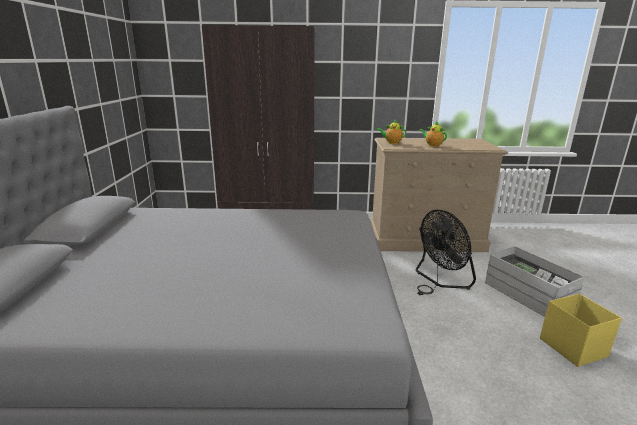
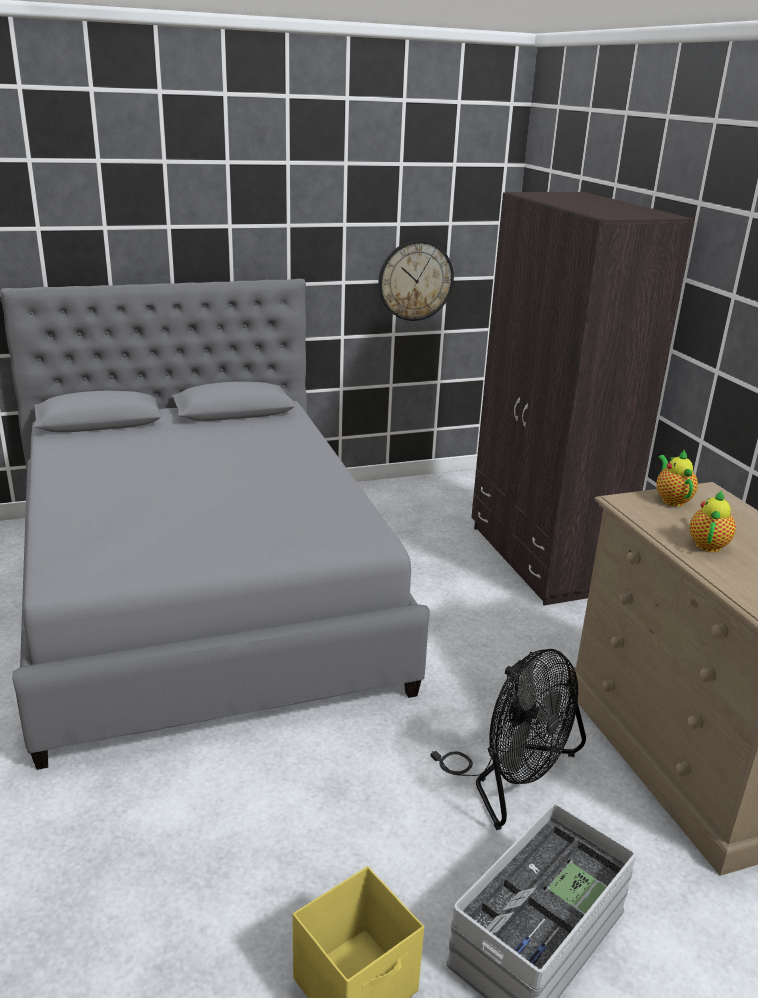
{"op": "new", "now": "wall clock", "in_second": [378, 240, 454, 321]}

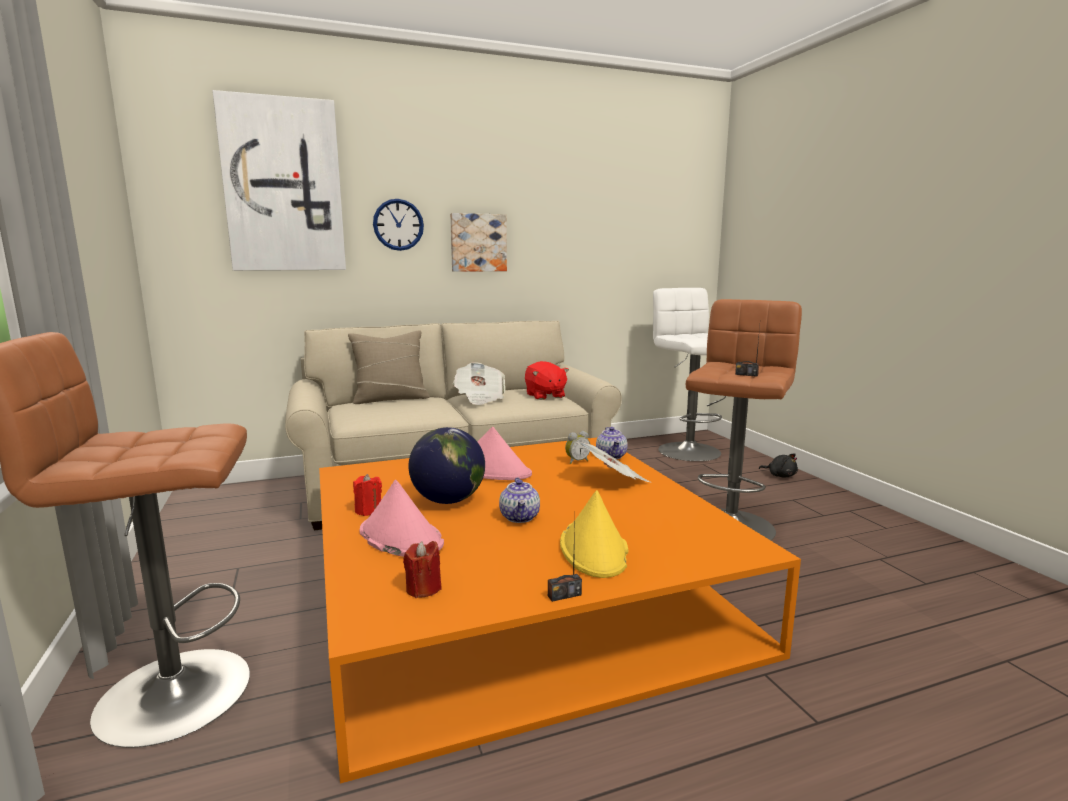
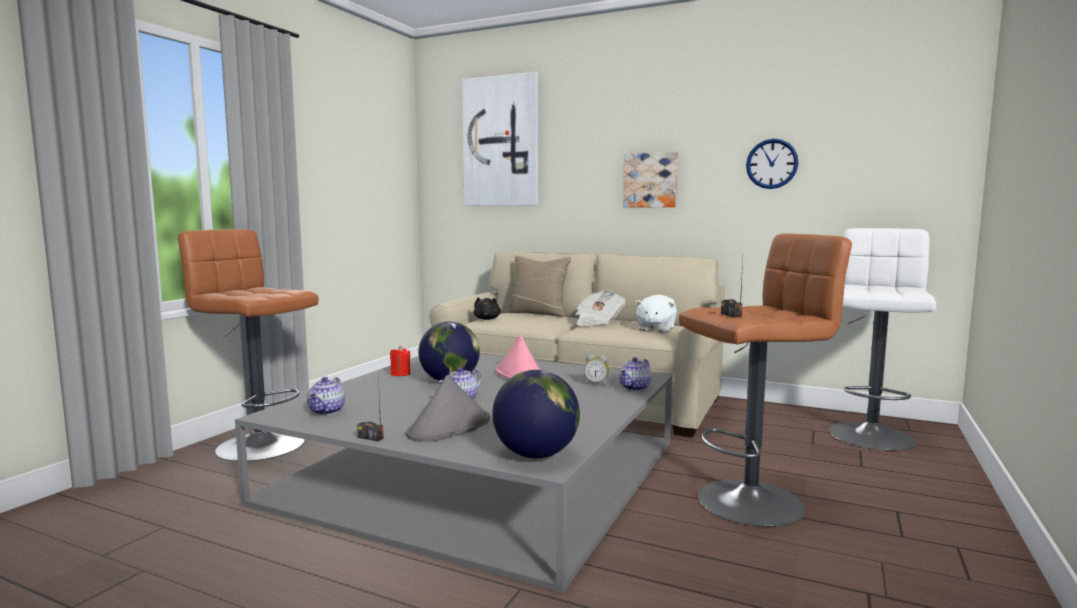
{"op": "repainted", "was": "coffee table in orange", "now": "coffee table in grey", "in_first": [319, 437, 801, 784], "in_second": [235, 354, 672, 593]}
{"op": "gone", "was": "hat in pink", "in_first": [360, 480, 444, 557]}
{"op": "shifted", "was": "wall clock", "in_first": [373, 199, 424, 251], "in_second": [746, 139, 799, 189]}
{"op": "swapped", "was": "candle in red", "now": "teapot", "in_first": [403, 541, 442, 598], "in_second": [307, 377, 345, 415]}
{"op": "repainted", "was": "plush toy in red", "now": "plush toy in white", "in_first": [525, 361, 569, 400], "in_second": [634, 295, 677, 333]}
{"op": "repainted", "was": "hat in yellow", "now": "hat in grey", "in_first": [560, 490, 628, 578], "in_second": [406, 375, 490, 442]}
{"op": "gone", "was": "newspaper", "in_first": [576, 442, 650, 482]}
{"op": "shifted", "was": "plush toy in black", "in_first": [759, 453, 798, 477], "in_second": [474, 297, 501, 320]}
{"op": "new", "now": "globe", "in_second": [492, 370, 580, 458]}

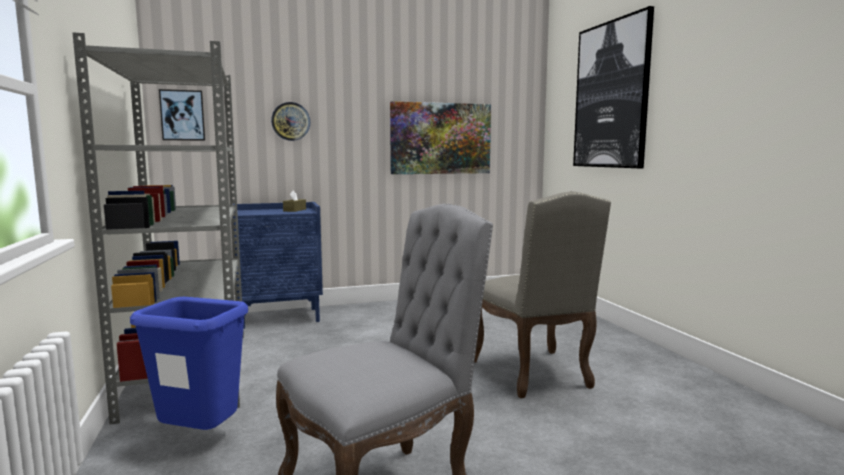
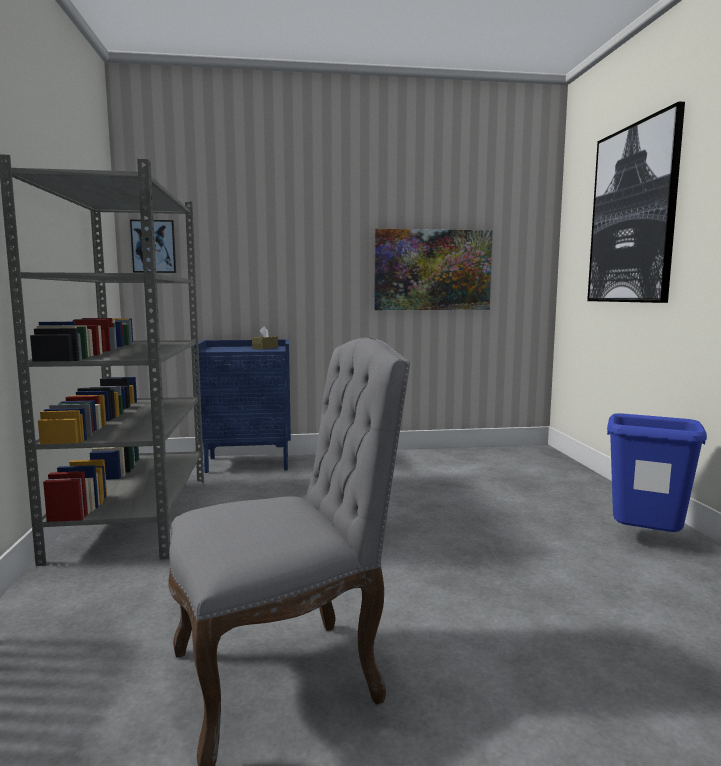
{"op": "shifted", "was": "trash can in blue", "in_first": [130, 297, 248, 430], "in_second": [607, 413, 707, 532]}
{"op": "gone", "was": "wall clock", "in_first": [271, 102, 310, 141]}
{"op": "gone", "was": "chair in grey", "in_first": [474, 191, 611, 398]}

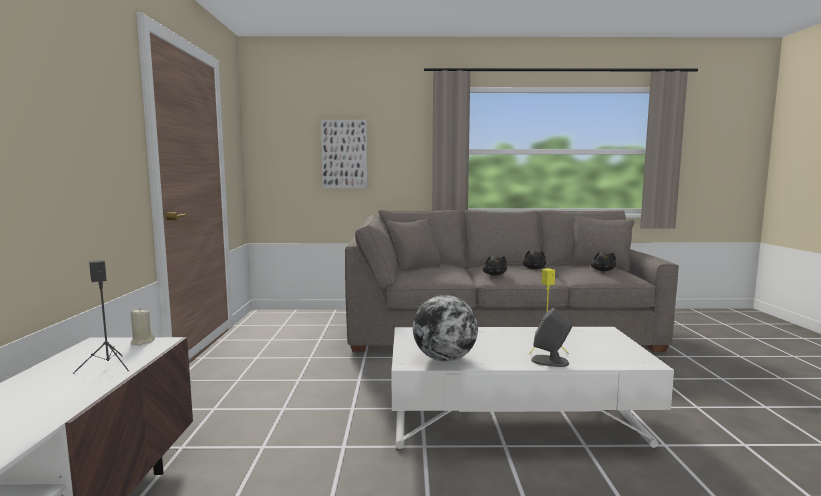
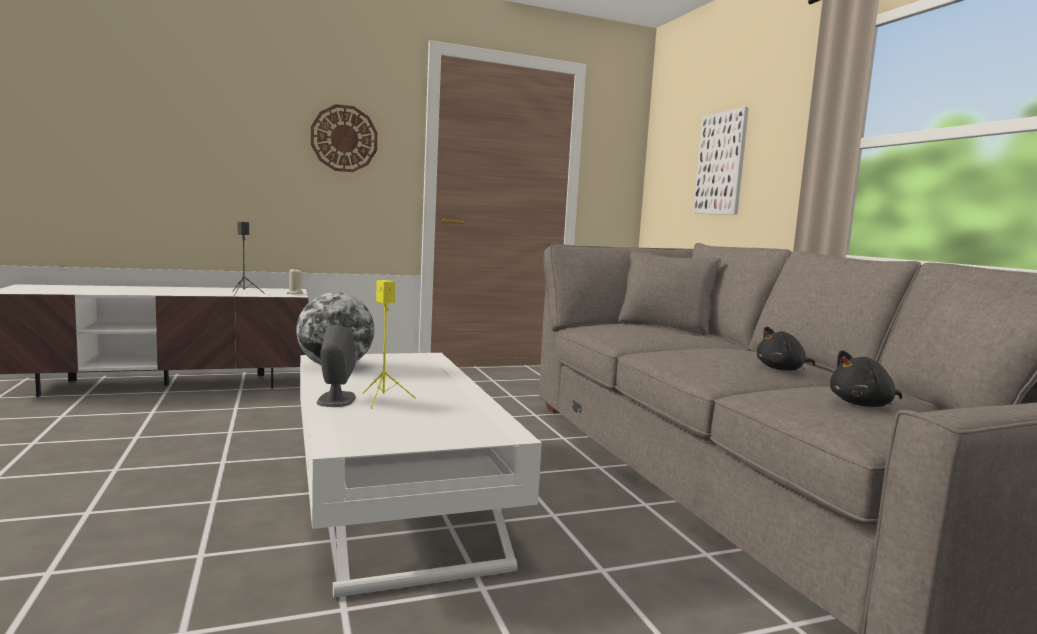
{"op": "gone", "was": "plush toy in black", "in_first": [483, 256, 507, 276]}
{"op": "new", "now": "wall clock", "in_second": [311, 104, 378, 172]}

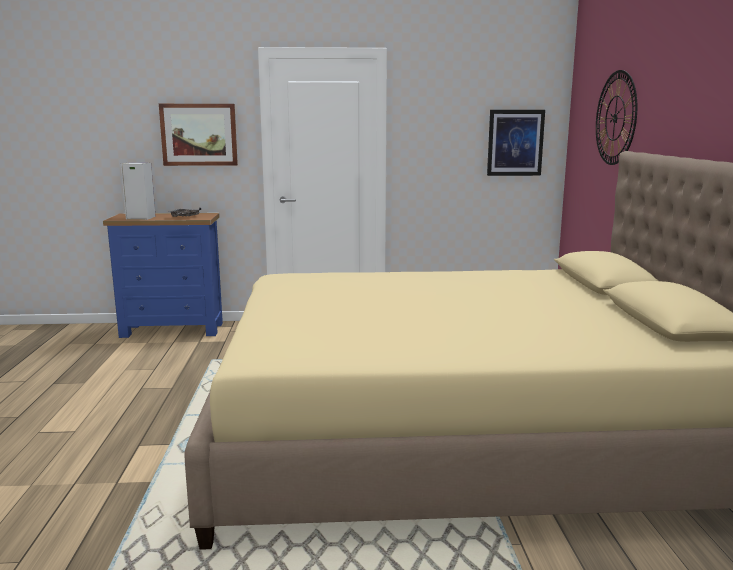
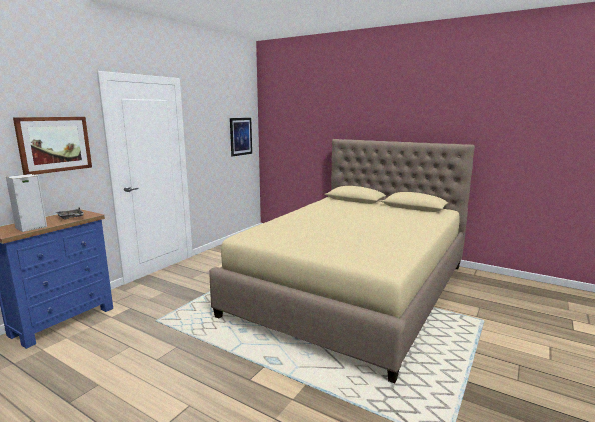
{"op": "gone", "was": "wall clock", "in_first": [596, 70, 637, 165]}

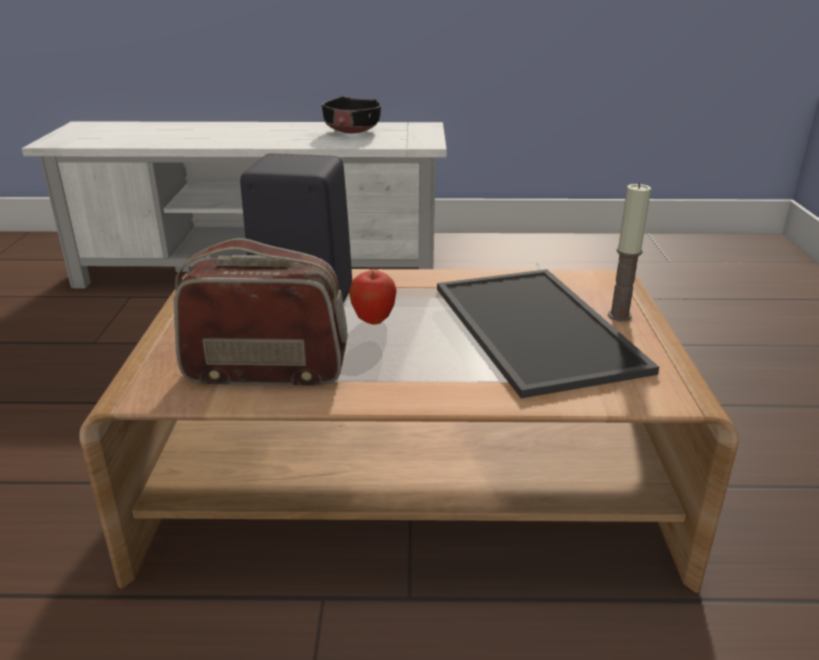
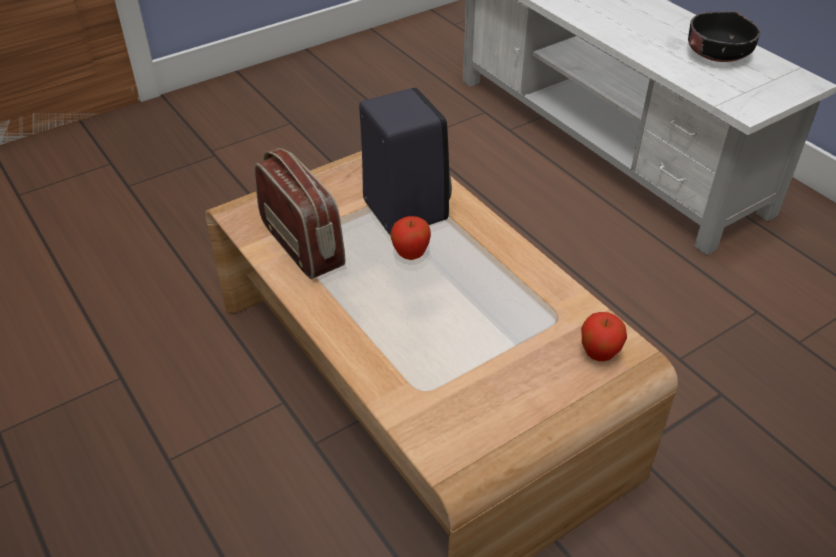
{"op": "gone", "was": "tray", "in_first": [437, 269, 659, 398]}
{"op": "gone", "was": "candle", "in_first": [608, 183, 651, 321]}
{"op": "new", "now": "apple", "in_second": [581, 312, 627, 361]}

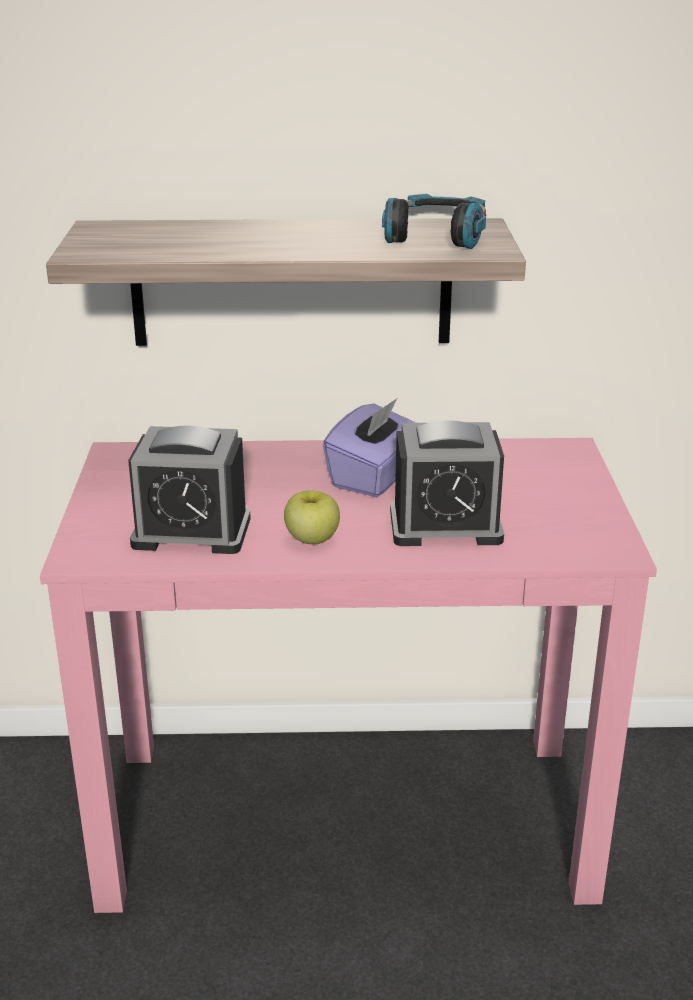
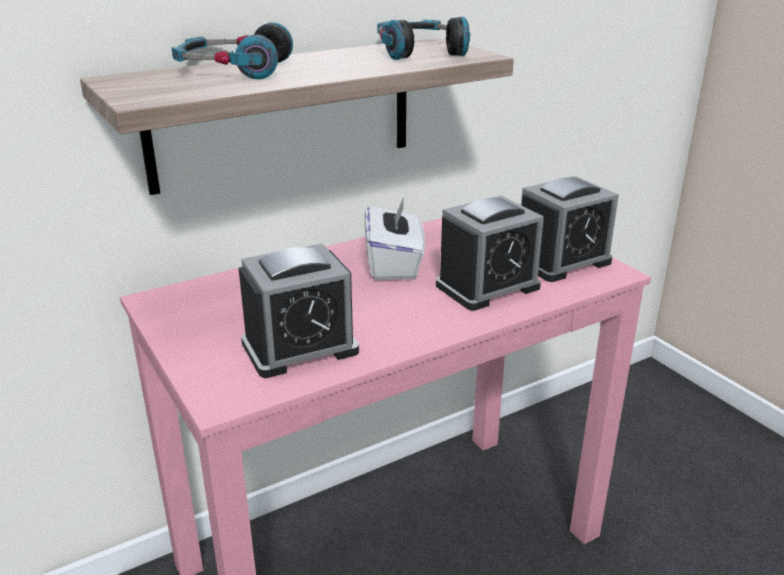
{"op": "gone", "was": "apple", "in_first": [284, 490, 340, 544]}
{"op": "repainted", "was": "tissue box in purple", "now": "tissue box in white", "in_first": [323, 398, 416, 497], "in_second": [365, 196, 425, 280]}
{"op": "new", "now": "headphones", "in_second": [171, 22, 293, 79]}
{"op": "new", "now": "alarm clock", "in_second": [521, 176, 619, 282]}

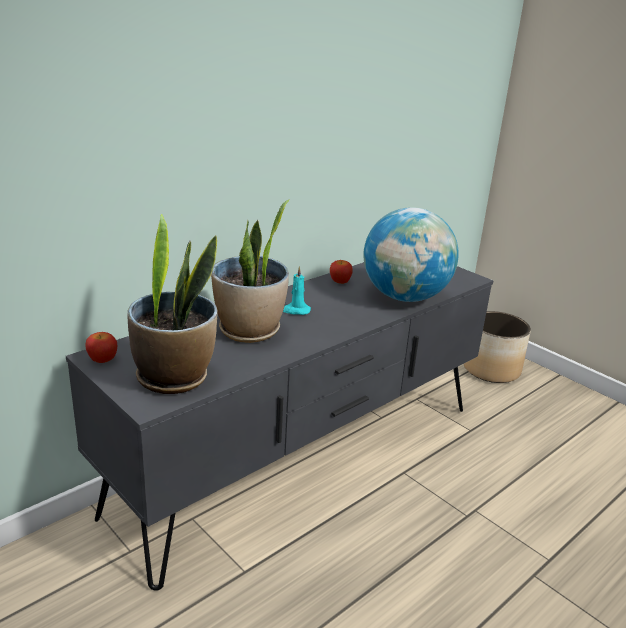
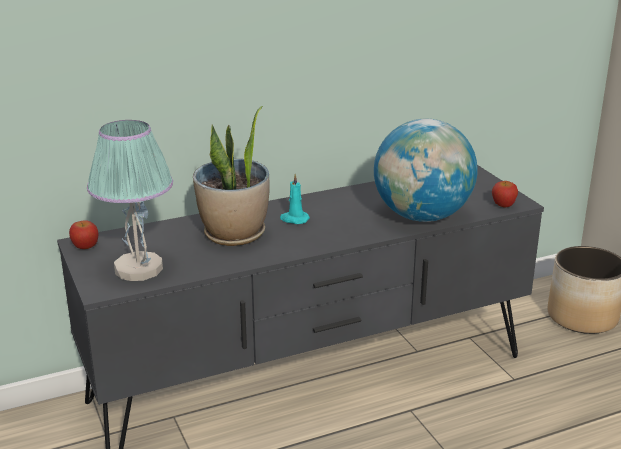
{"op": "swapped", "was": "potted plant", "now": "table lamp", "in_first": [127, 214, 218, 394], "in_second": [87, 120, 173, 281]}
{"op": "shifted", "was": "apple", "in_first": [330, 260, 353, 284], "in_second": [492, 181, 518, 207]}

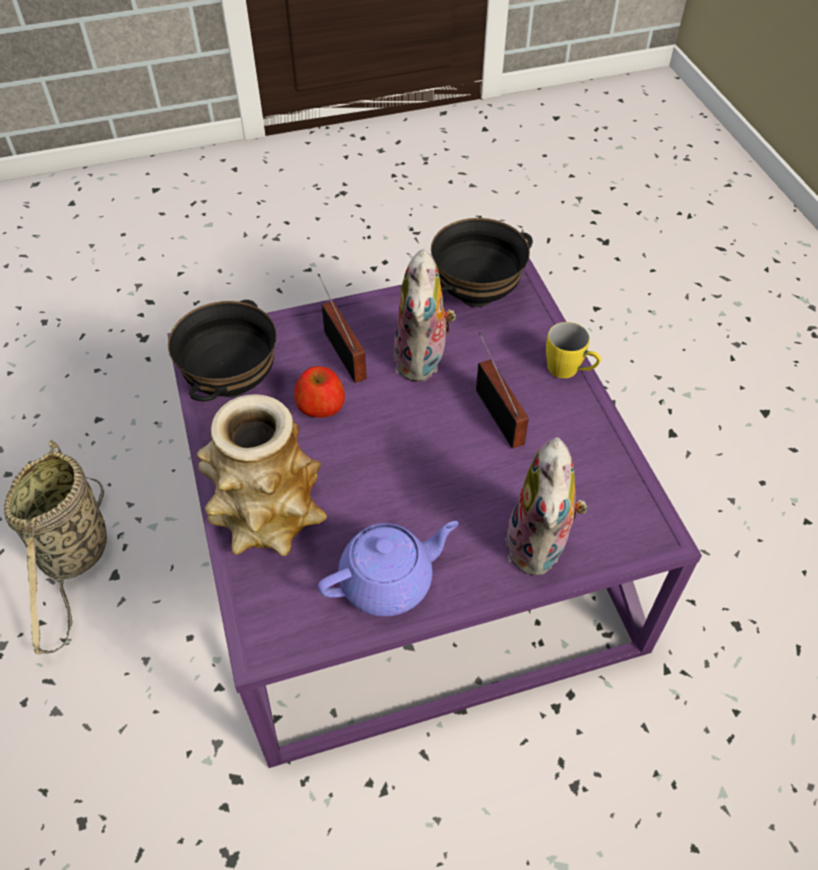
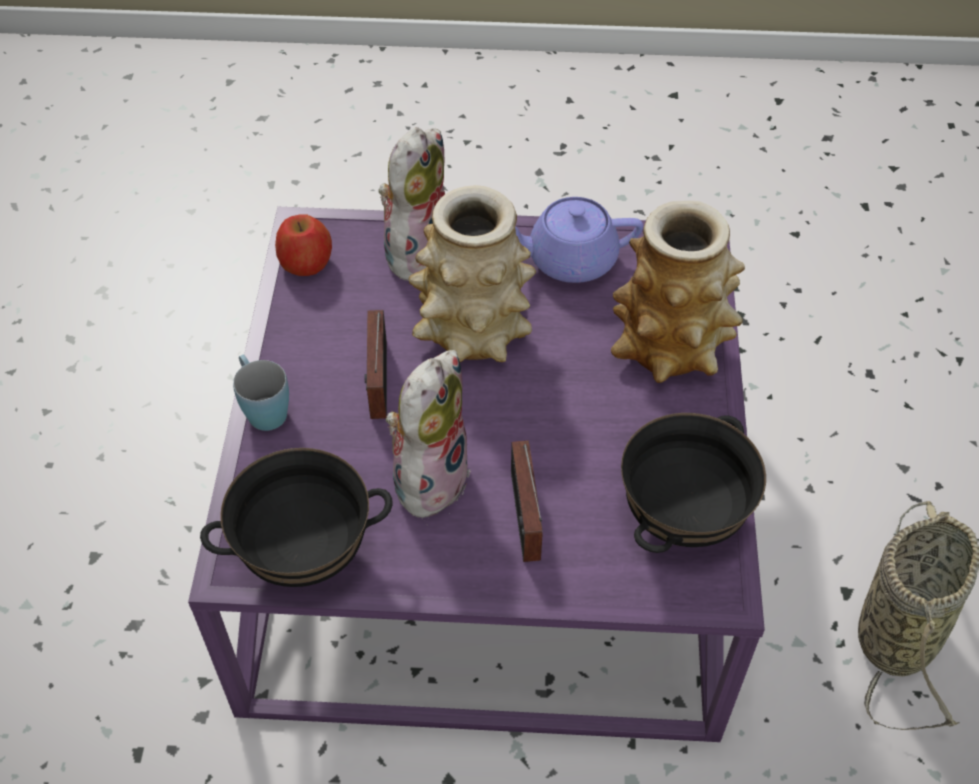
{"op": "shifted", "was": "apple", "in_first": [294, 366, 345, 418], "in_second": [275, 214, 332, 276]}
{"op": "repainted", "was": "mug in yellow", "now": "mug in blue", "in_first": [546, 322, 601, 378], "in_second": [233, 354, 289, 431]}
{"op": "new", "now": "vase", "in_second": [409, 185, 536, 362]}

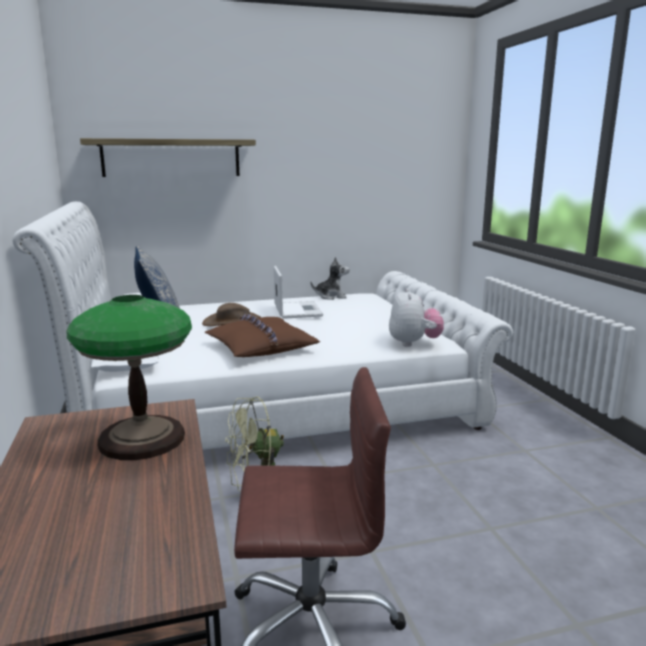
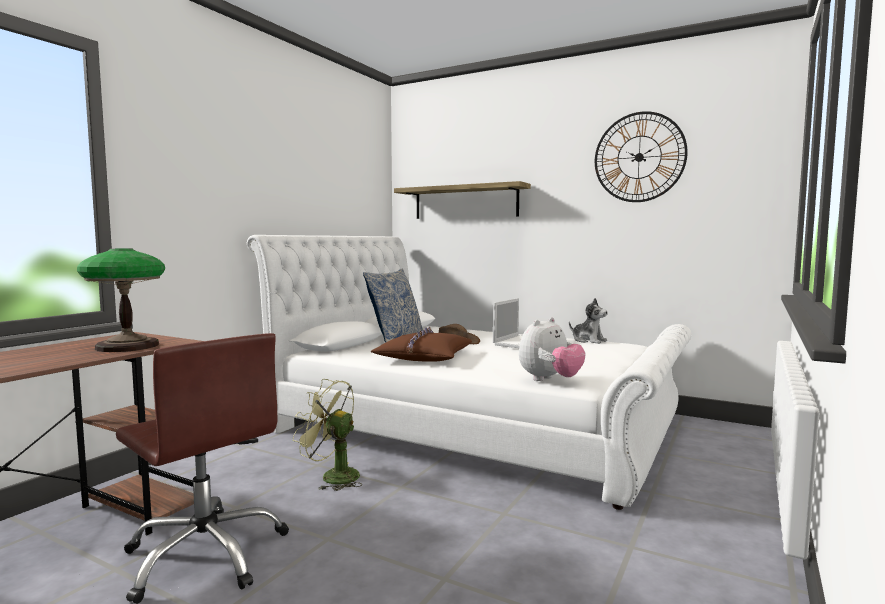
{"op": "new", "now": "wall clock", "in_second": [595, 111, 688, 202]}

